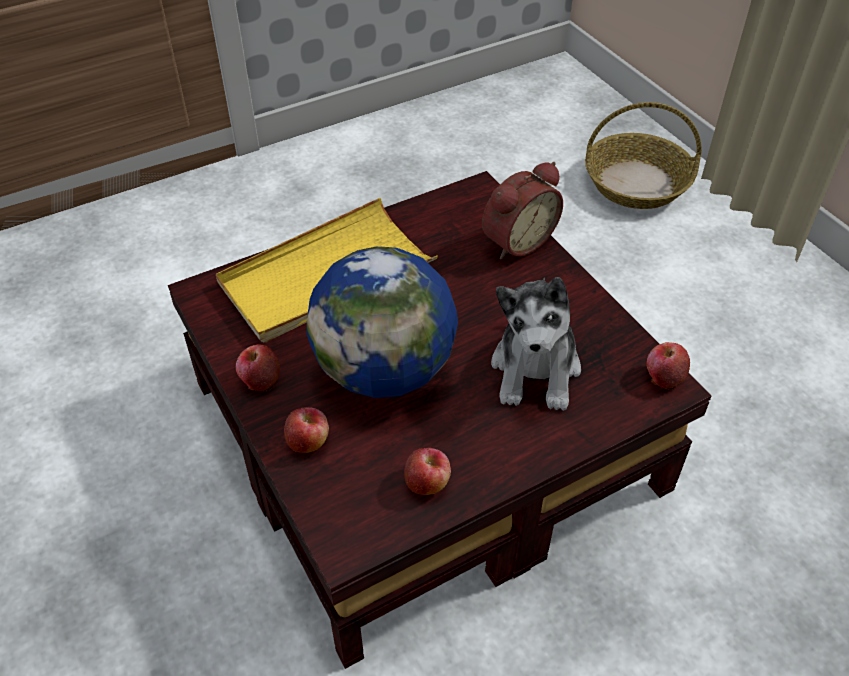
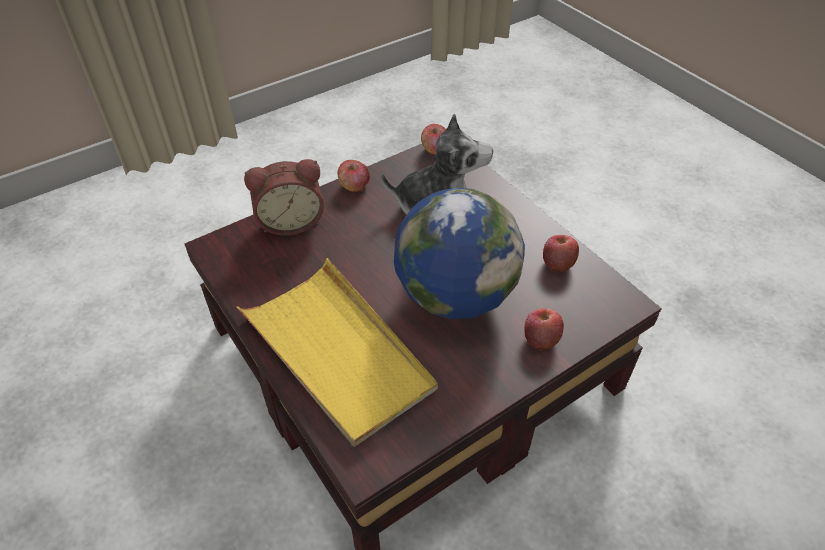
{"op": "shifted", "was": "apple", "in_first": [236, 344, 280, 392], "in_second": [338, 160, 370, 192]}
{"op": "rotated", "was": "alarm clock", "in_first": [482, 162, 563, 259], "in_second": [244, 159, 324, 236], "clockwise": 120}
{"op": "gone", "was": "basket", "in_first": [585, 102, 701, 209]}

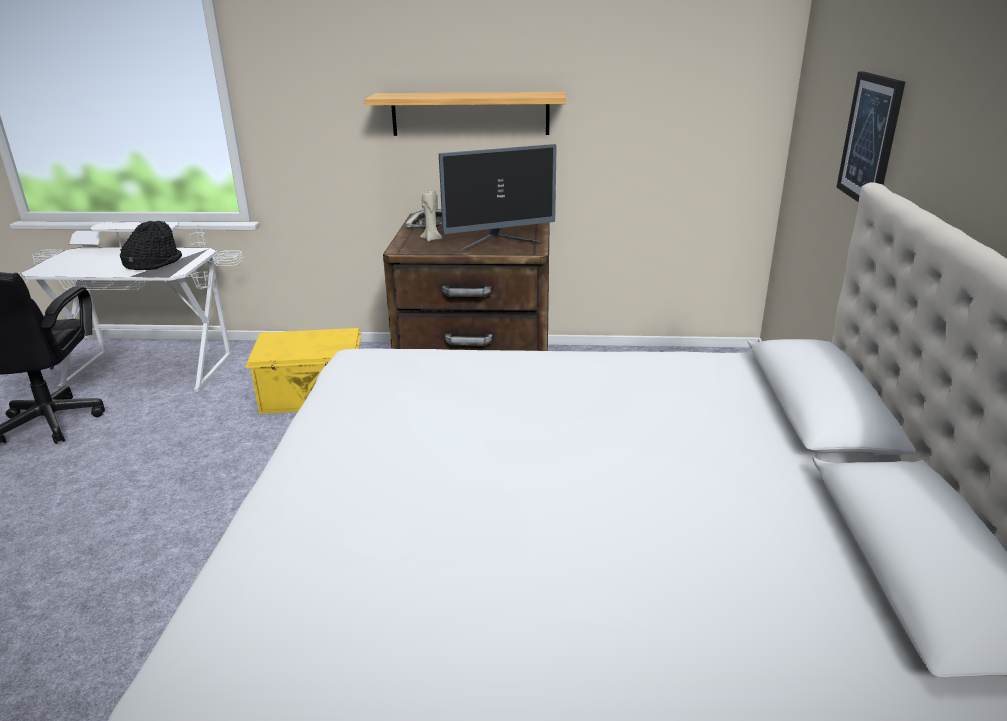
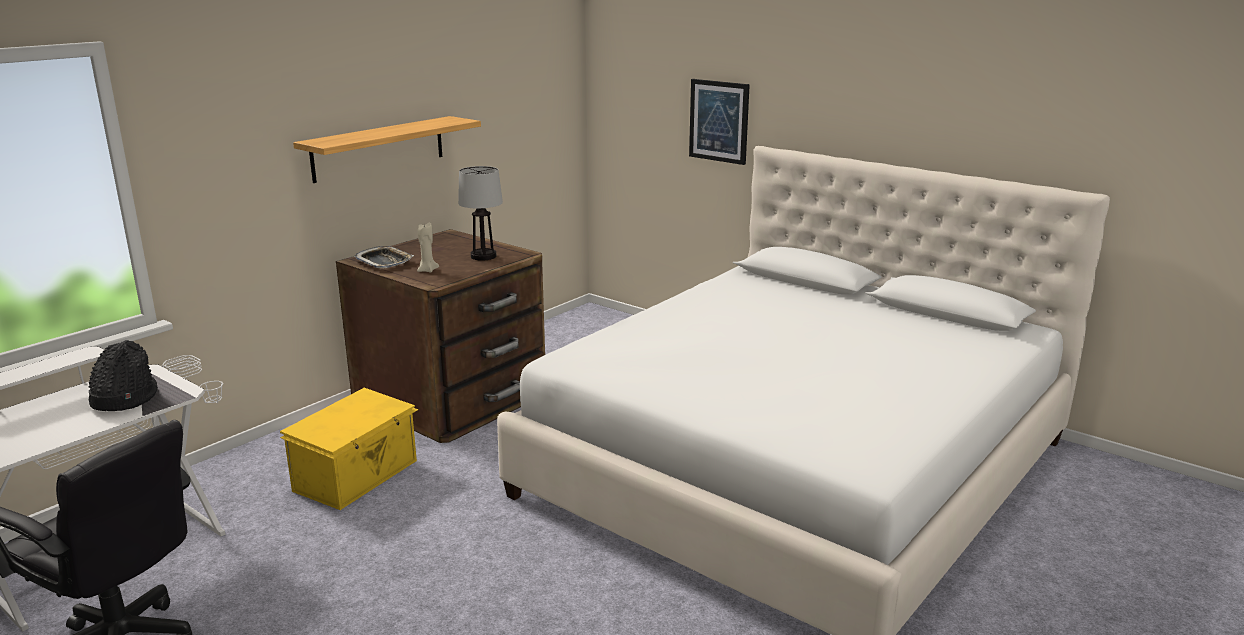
{"op": "swapped", "was": "monitor", "now": "table lamp", "in_first": [439, 144, 557, 251], "in_second": [458, 166, 503, 261]}

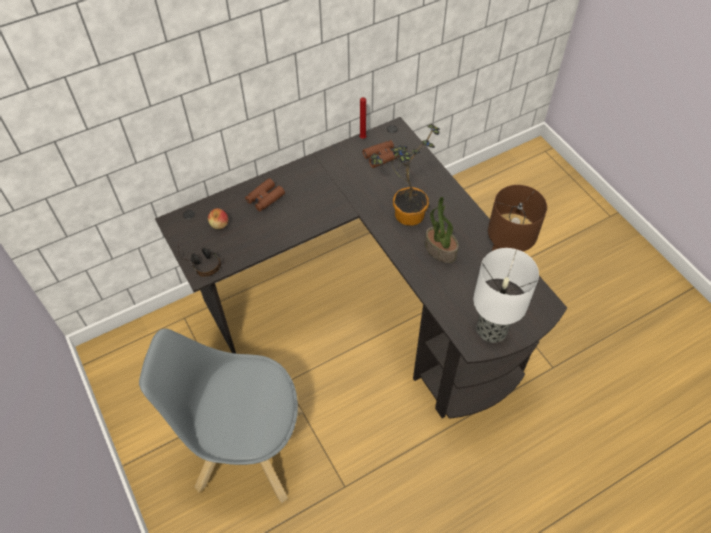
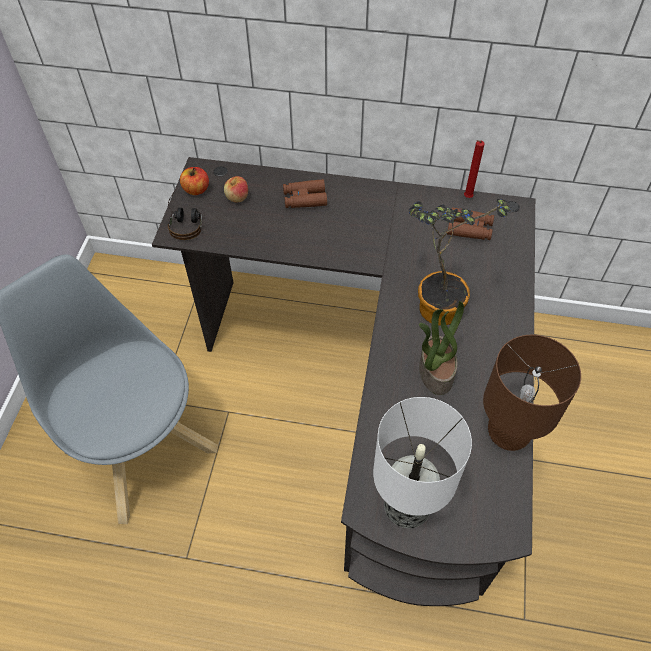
{"op": "new", "now": "apple", "in_second": [180, 167, 209, 195]}

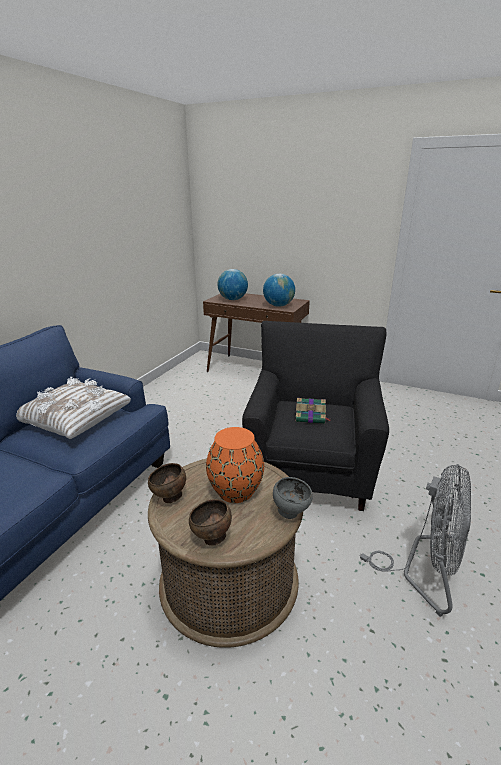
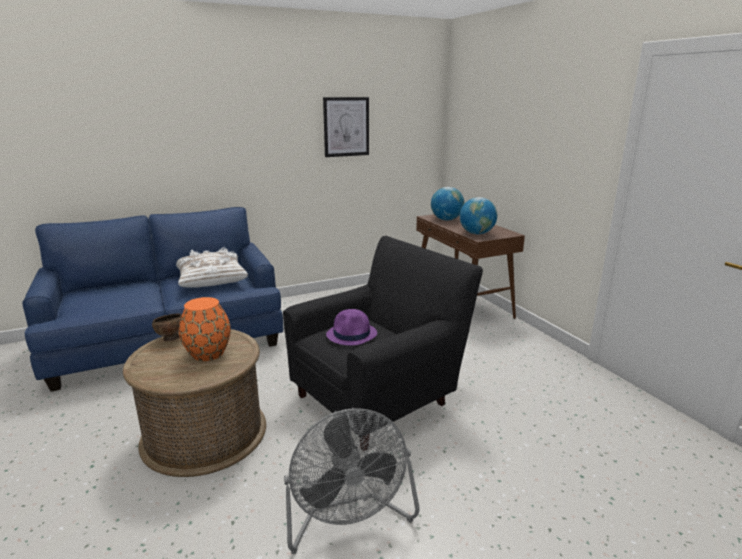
{"op": "gone", "was": "bowl in brown", "in_first": [189, 499, 232, 546]}
{"op": "gone", "was": "bowl in grey", "in_first": [273, 477, 313, 519]}
{"op": "swapped", "was": "book", "now": "hat in purple", "in_first": [296, 398, 331, 424], "in_second": [326, 309, 377, 345]}
{"op": "new", "now": "picture", "in_second": [323, 97, 369, 157]}

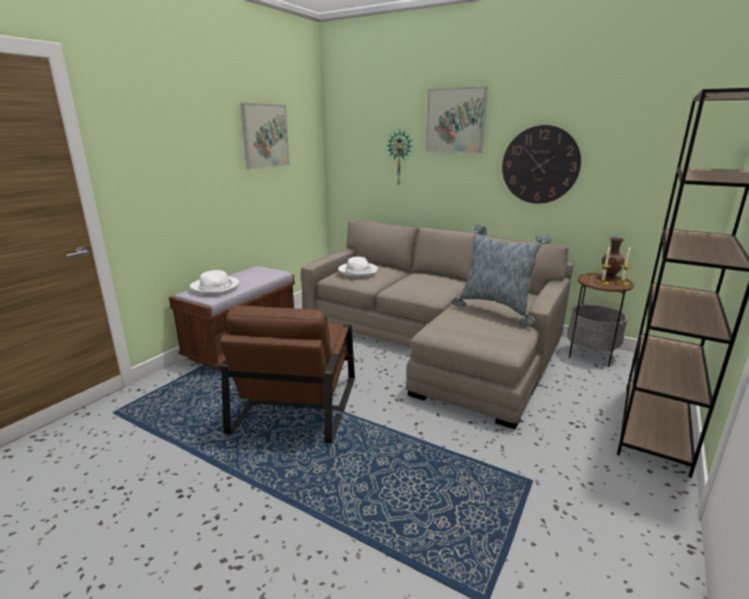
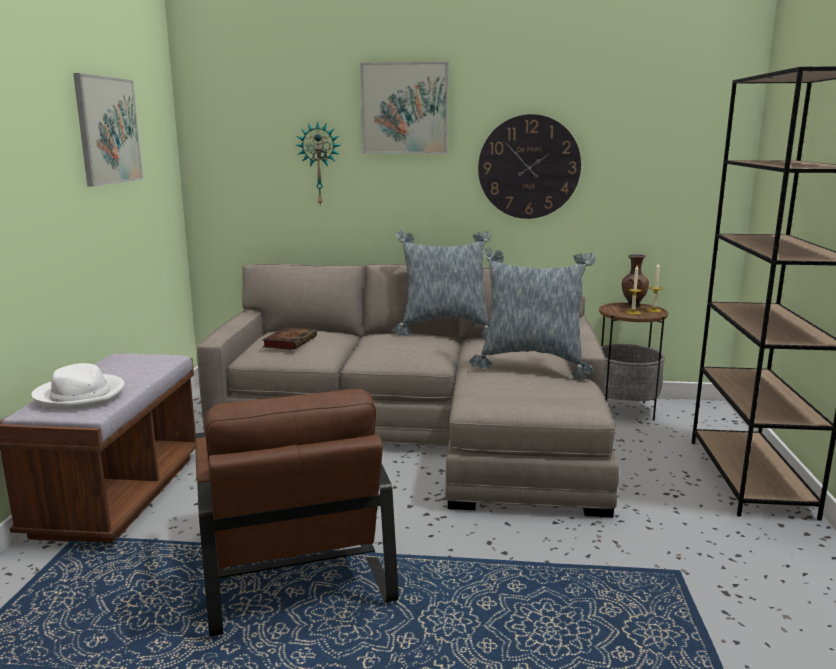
{"op": "swapped", "was": "hat in white", "now": "book", "in_first": [338, 257, 378, 277], "in_second": [263, 327, 317, 350]}
{"op": "new", "now": "pillow", "in_second": [392, 230, 491, 339]}

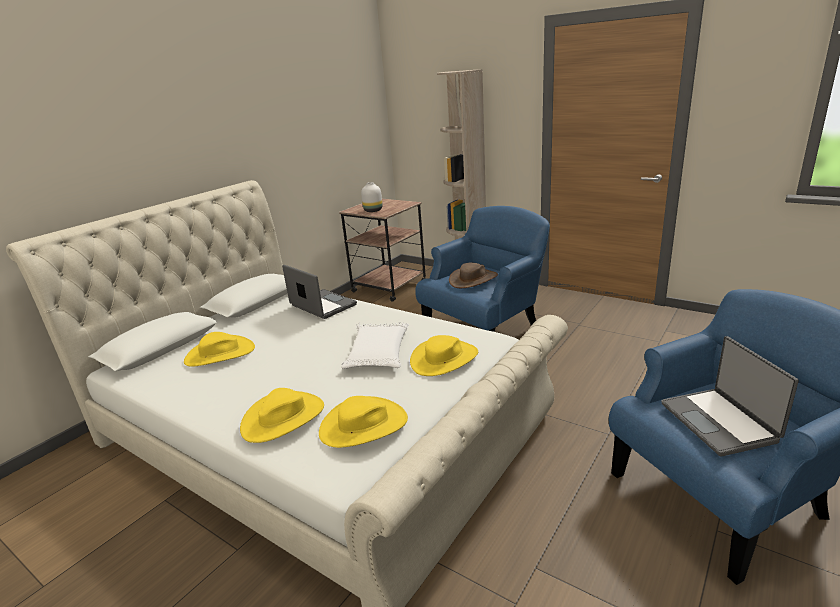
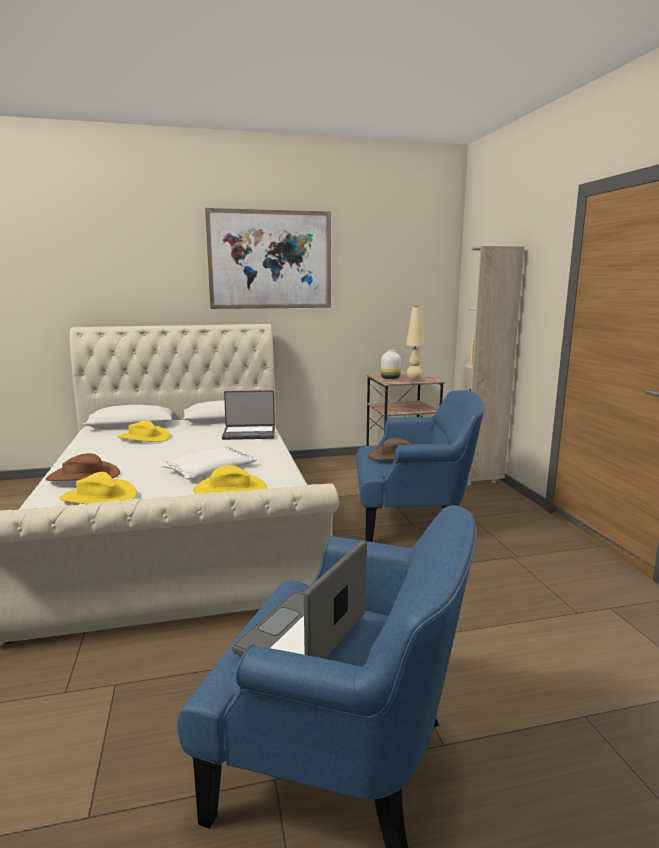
{"op": "repainted", "was": "hat in yellow", "now": "hat in brown", "in_first": [240, 388, 324, 443], "in_second": [46, 453, 120, 481]}
{"op": "rotated", "was": "laptop", "in_first": [282, 265, 357, 319], "in_second": [222, 390, 275, 440], "clockwise": 90}
{"op": "new", "now": "picture", "in_second": [205, 208, 331, 309]}
{"op": "new", "now": "table lamp in beige", "in_second": [406, 307, 425, 381]}

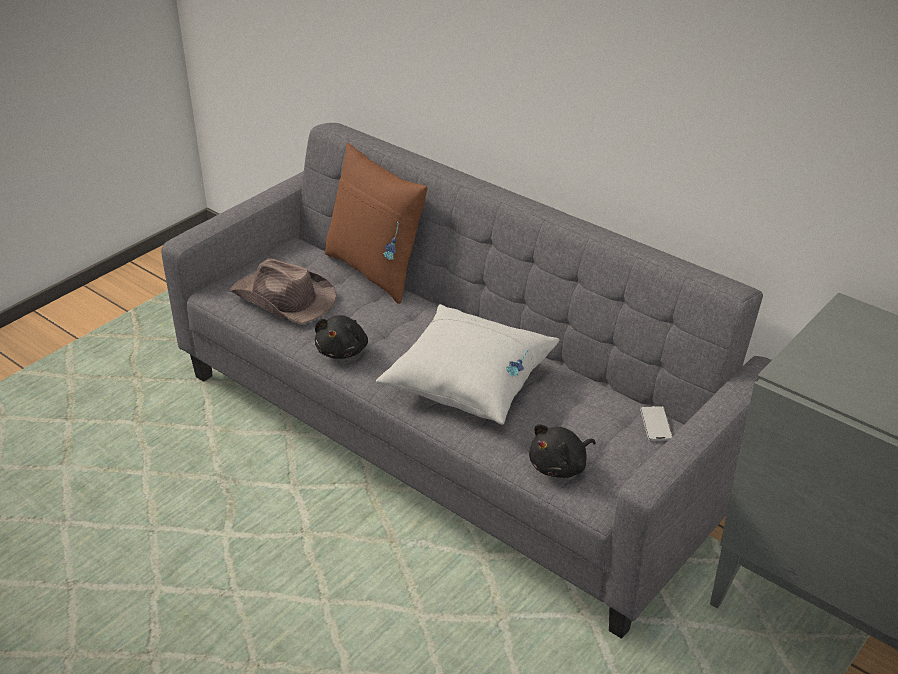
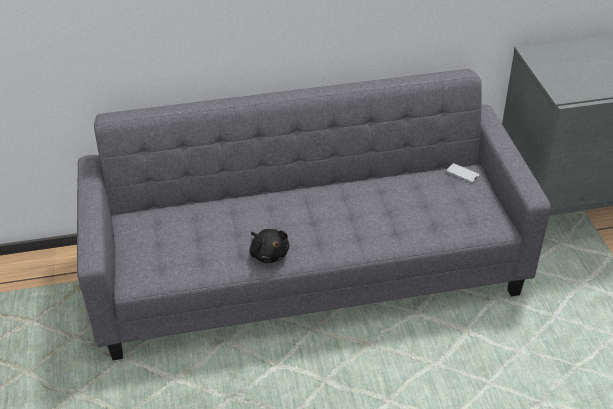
{"op": "gone", "was": "hat in brown", "in_first": [230, 259, 337, 324]}
{"op": "gone", "was": "pillow in brown", "in_first": [325, 143, 427, 304]}
{"op": "gone", "was": "pillow in grey", "in_first": [376, 304, 560, 425]}
{"op": "gone", "was": "plush toy in black", "in_first": [529, 424, 596, 478]}

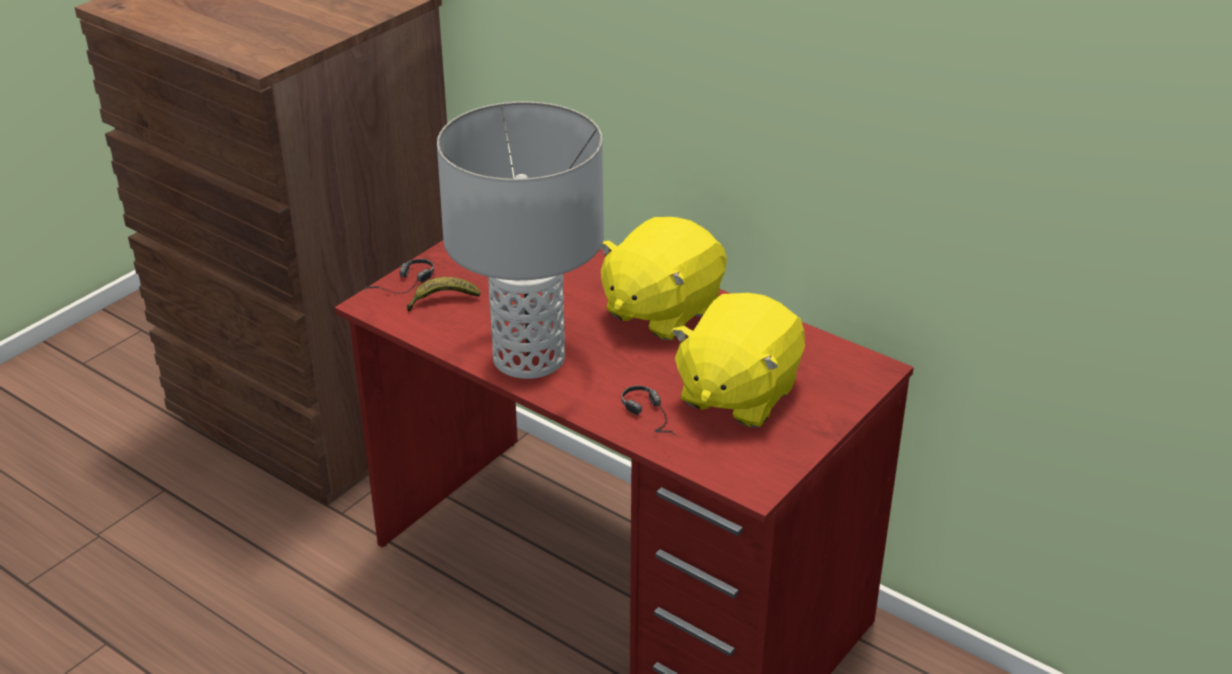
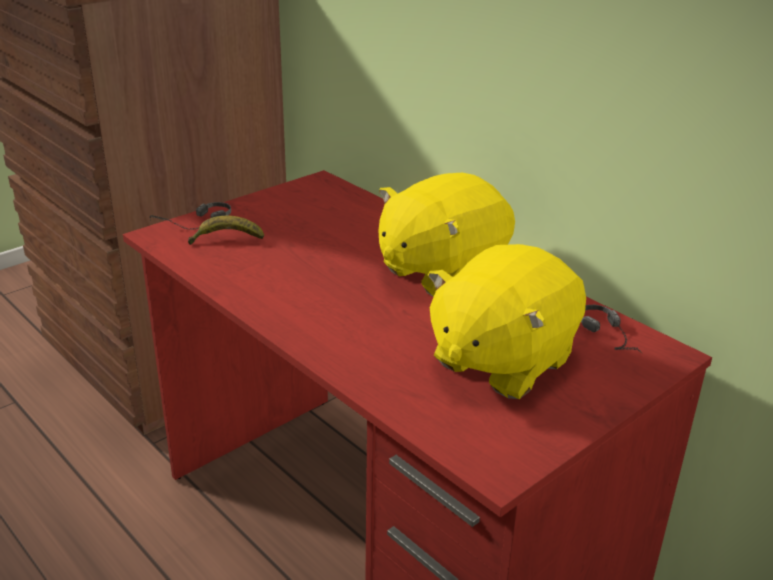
{"op": "gone", "was": "table lamp in white", "in_first": [437, 101, 604, 379]}
{"op": "shifted", "was": "headphones", "in_first": [622, 386, 677, 436], "in_second": [581, 305, 643, 354]}

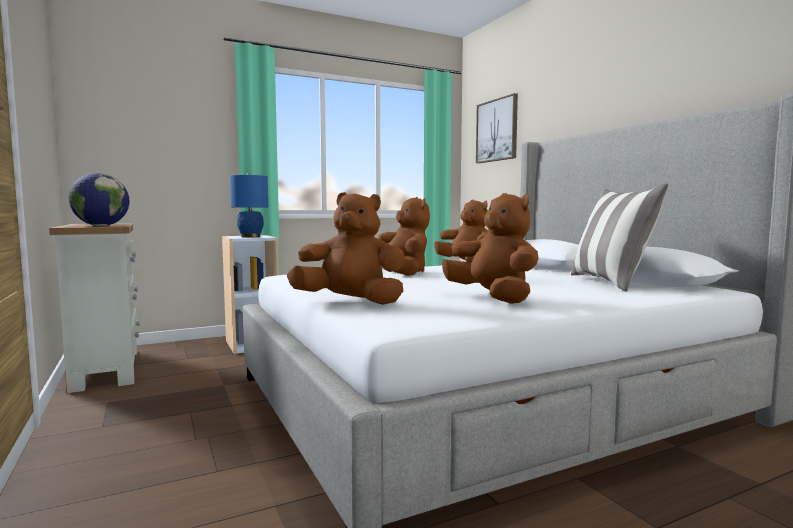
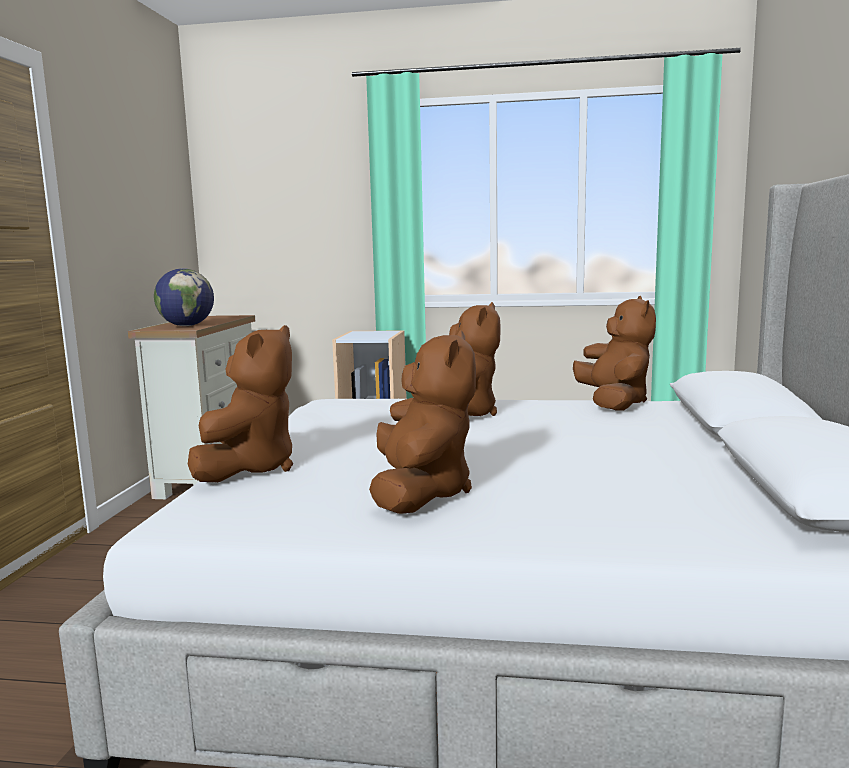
{"op": "gone", "was": "table lamp in blue", "in_first": [230, 173, 268, 238]}
{"op": "rotated", "was": "plush toy in brown", "in_first": [287, 192, 406, 305], "in_second": [188, 325, 293, 482], "clockwise": 60}
{"op": "gone", "was": "picture", "in_first": [476, 93, 518, 163]}
{"op": "gone", "was": "pillow", "in_first": [571, 183, 668, 292]}

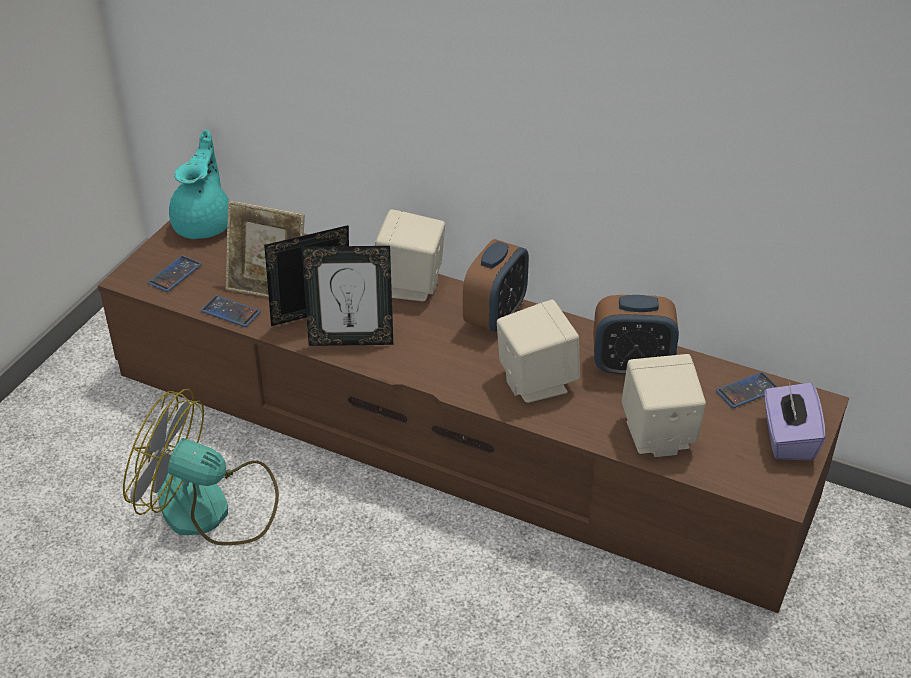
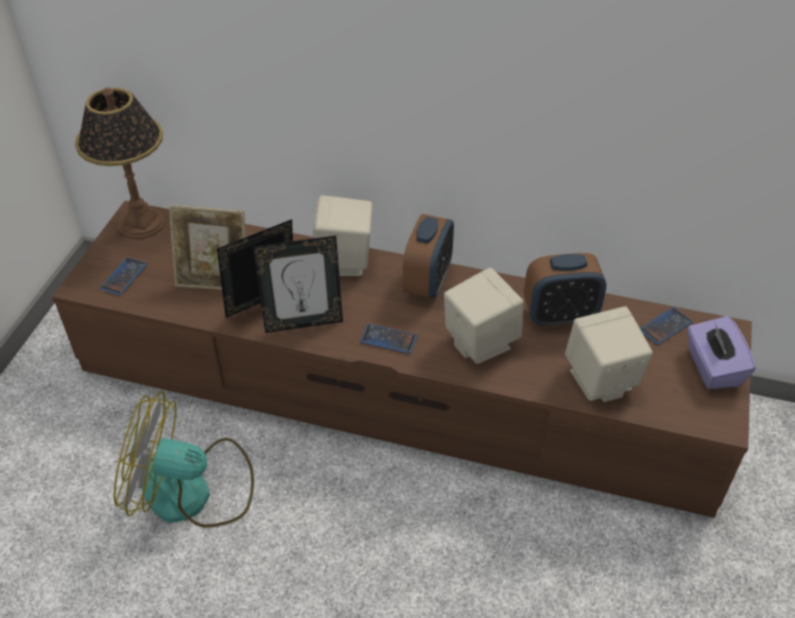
{"op": "swapped", "was": "teapot in turquoise", "now": "table lamp", "in_first": [169, 129, 229, 239], "in_second": [75, 88, 165, 239]}
{"op": "shifted", "was": "phone", "in_first": [201, 295, 261, 327], "in_second": [360, 324, 417, 354]}

